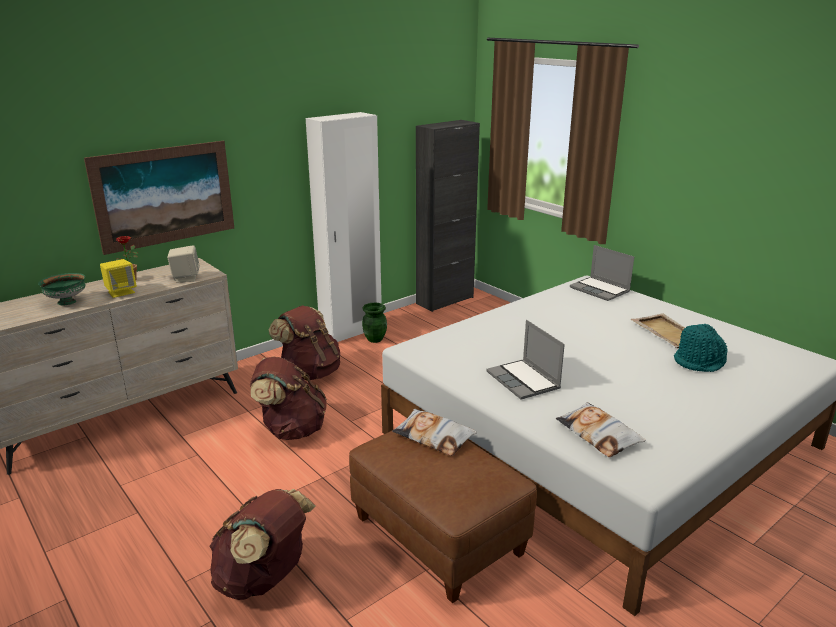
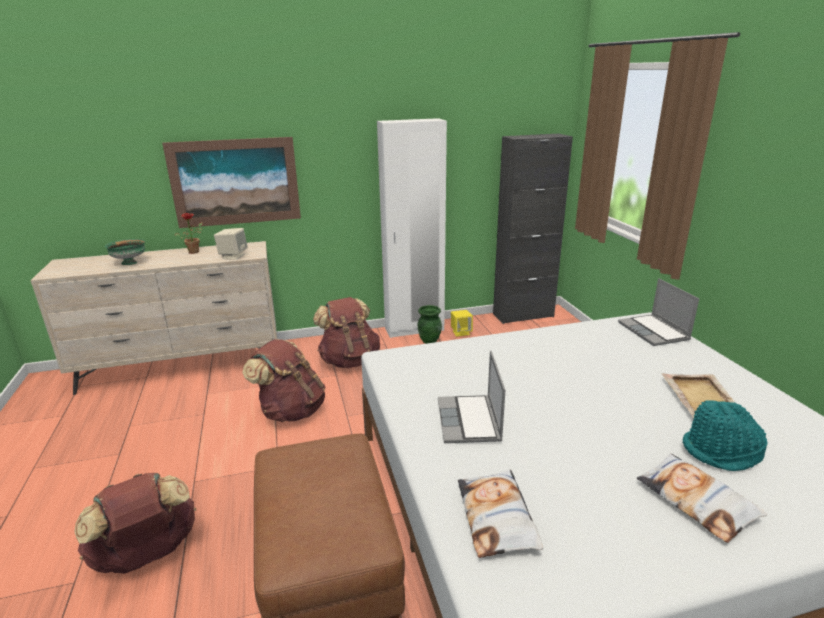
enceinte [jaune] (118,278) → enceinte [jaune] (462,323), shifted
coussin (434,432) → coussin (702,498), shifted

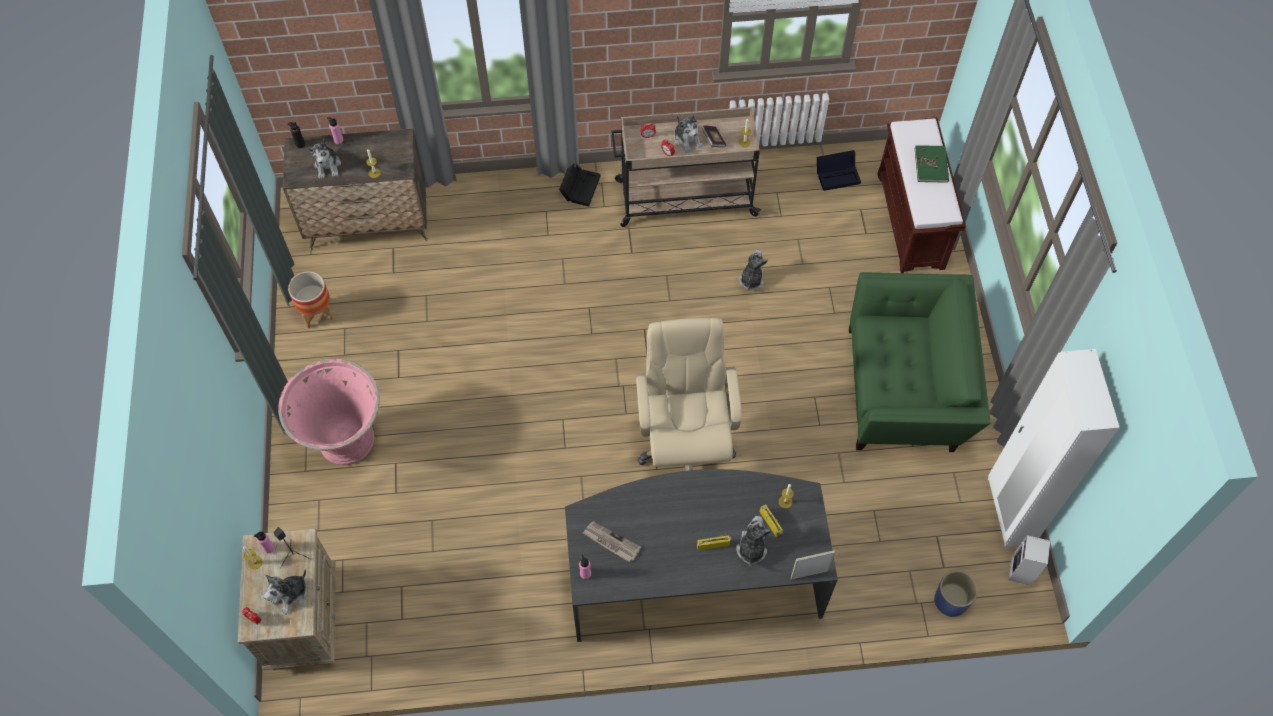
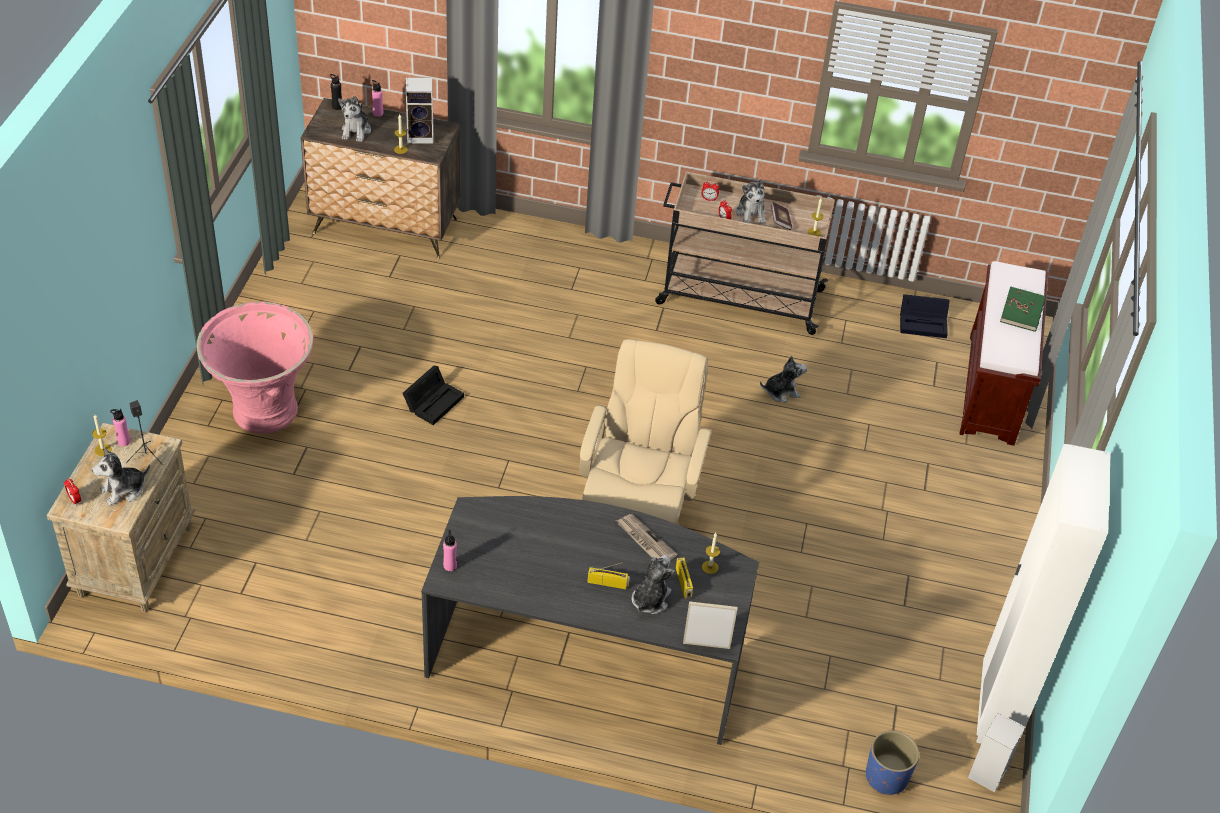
boîte de rangement [noir] (579,185) → boîte de rangement [noir] (433,395), shifted
- → enceinte (419,110)
journal (612,541) → journal (646,537), shifted
peluche (753,270) → peluche (783,379), 45 degrees clockwise
cache-pot (311,299) → -
fauteuil [vert] (919,362) → -

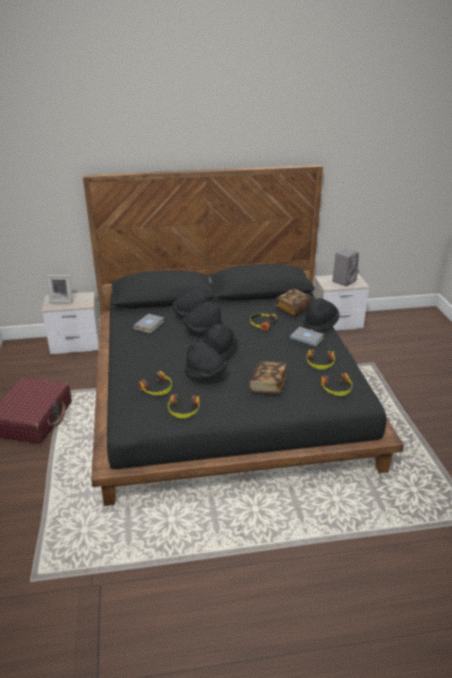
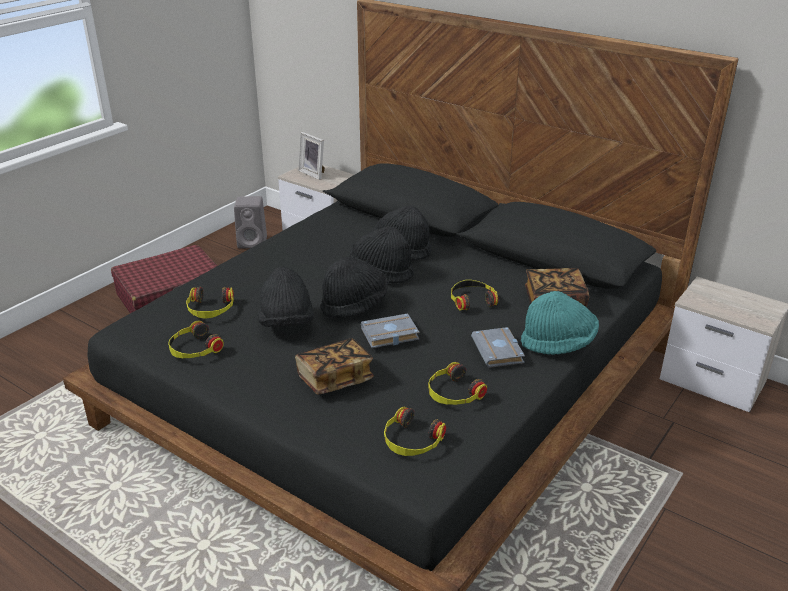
enceinte [gris] (345,267) → enceinte [gris] (250,222), shifted
livre [gris] (148,323) → livre [gris] (390,330), shifted
chapeau [noir] (322,315) → chapeau [turquoise] (560,323)

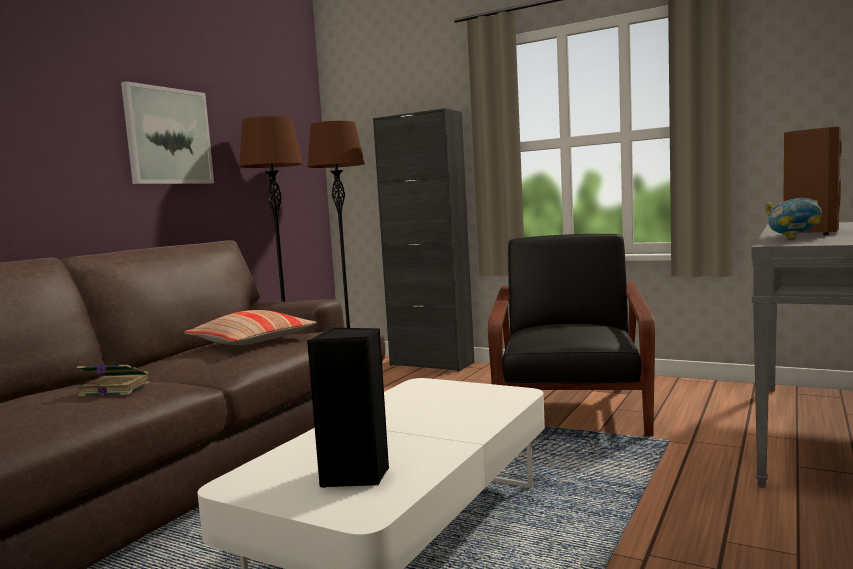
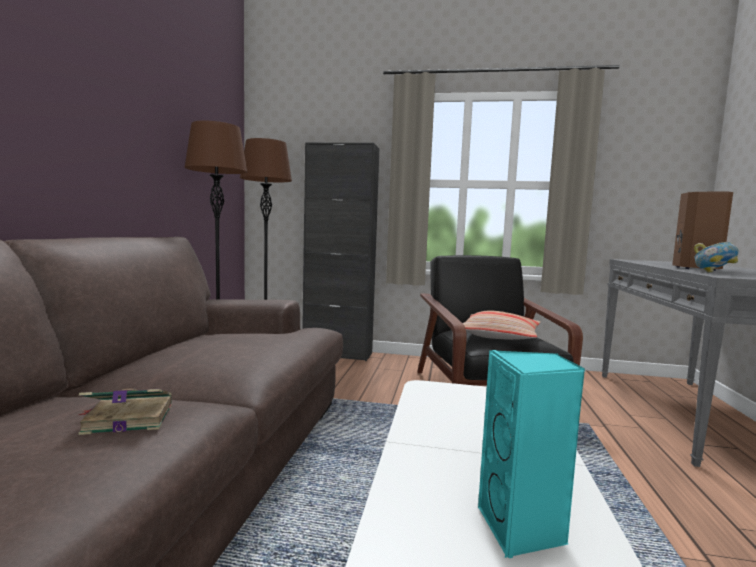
coussin (250,327) → coussin (502,325), shifted
enceinte [noir] (348,407) → enceinte [turquoise] (531,454)
tableau (167,132) → -

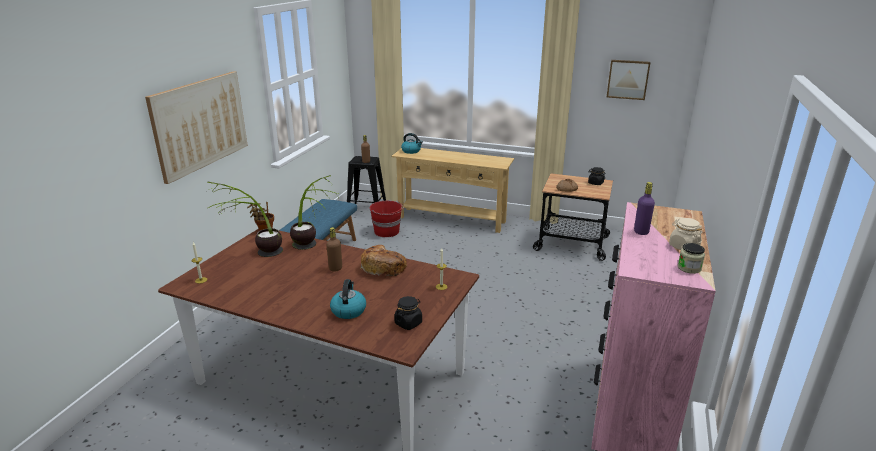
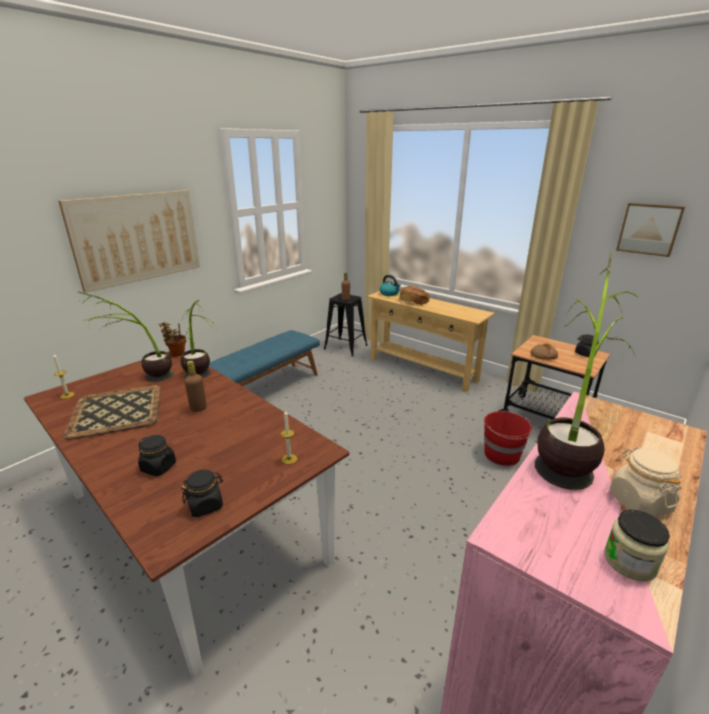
- → plateau (112,412)
bouilloire (348,299) → bocal [noir] (157,455)
pain (383,261) → pain (414,295), shifted
seau [rouge] (387,219) → seau [rouge] (509,438), shifted
bouteille [violet] (644,208) → plante en pot (586,371)

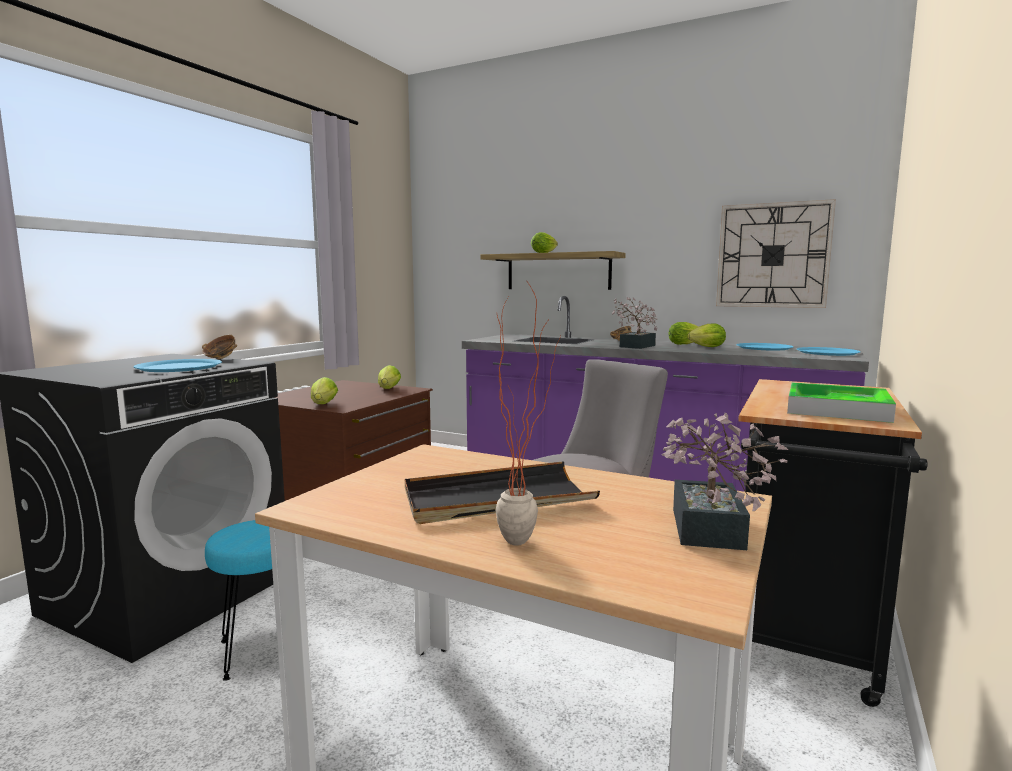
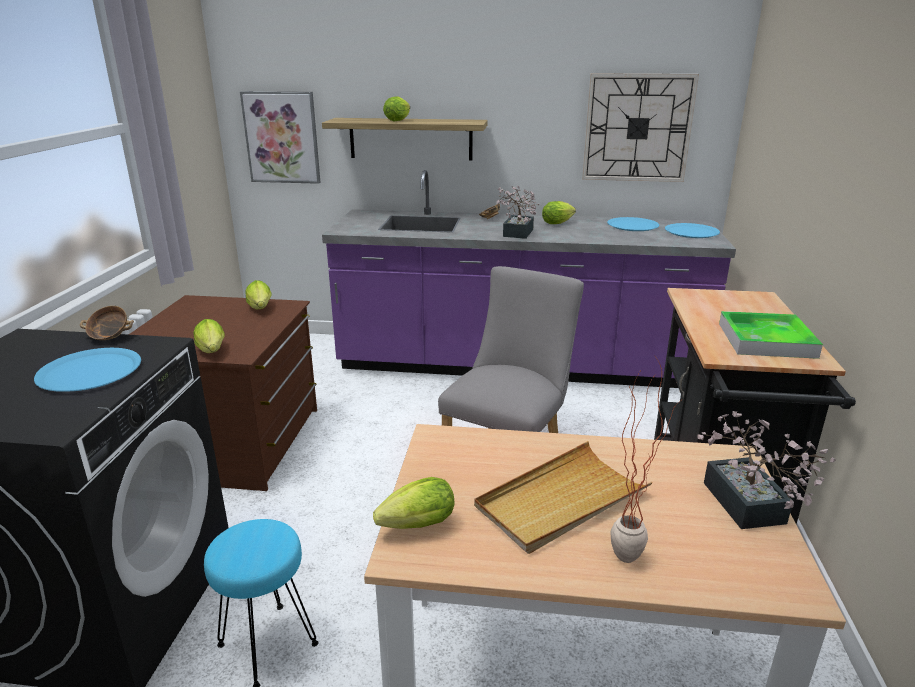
- → tableau (280,137)
laitue (706,335) → laitue (413,503), shifted
plateau [noir] (502,492) → plateau [beige] (563,497)

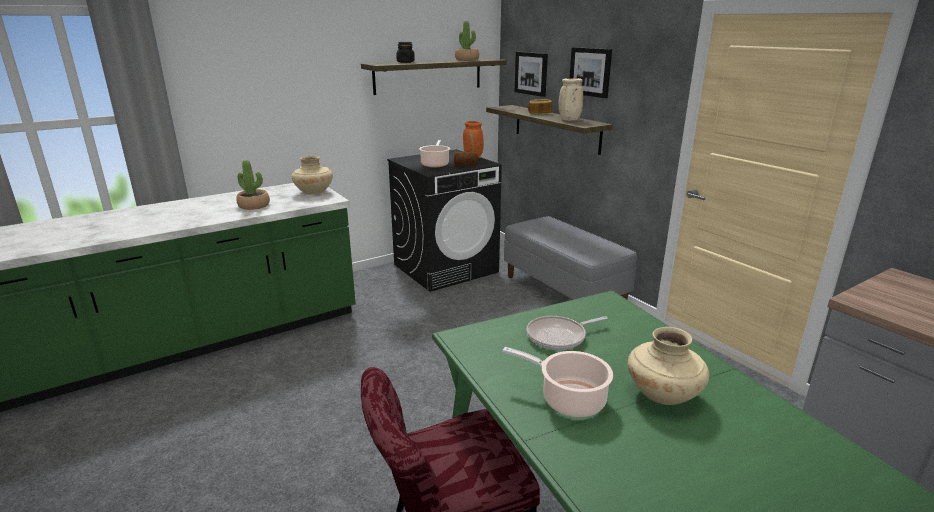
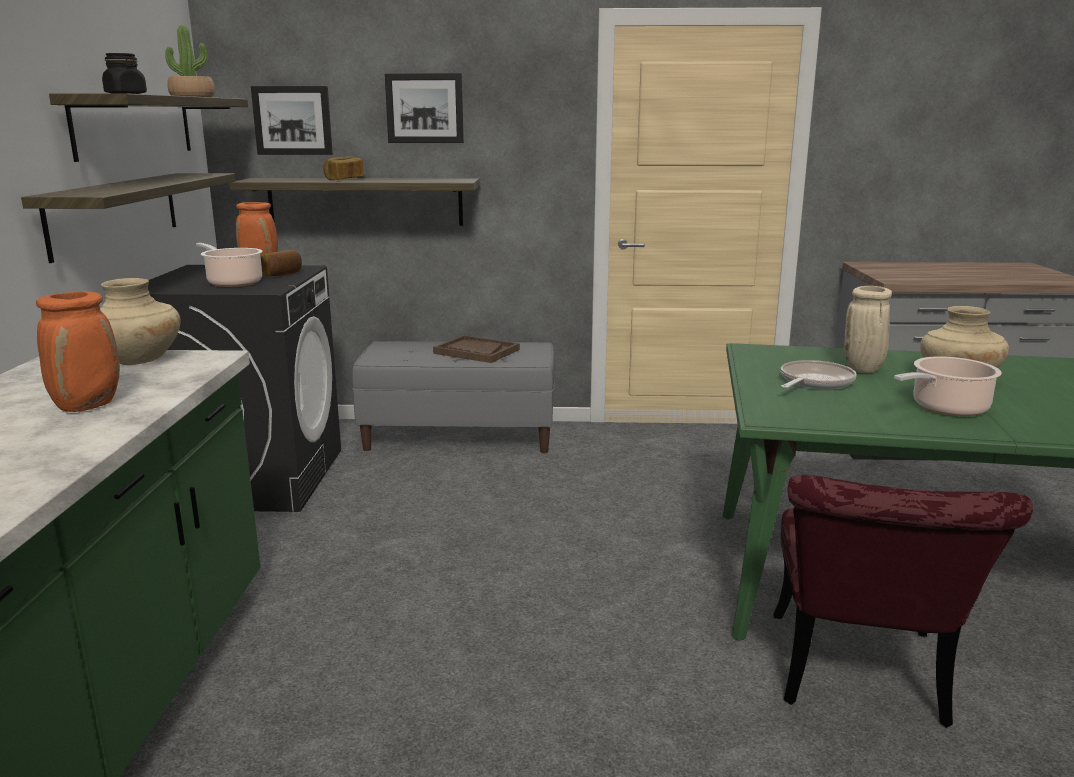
- → étagère (128,218)
plante en pot (253,185) → vase [orange] (78,351)
- → plateau [marron] (476,349)
poêle (567,333) → poêle (819,374), 150 degrees counterclockwise
vase [beige] (570,99) → vase [beige] (868,329), shifted

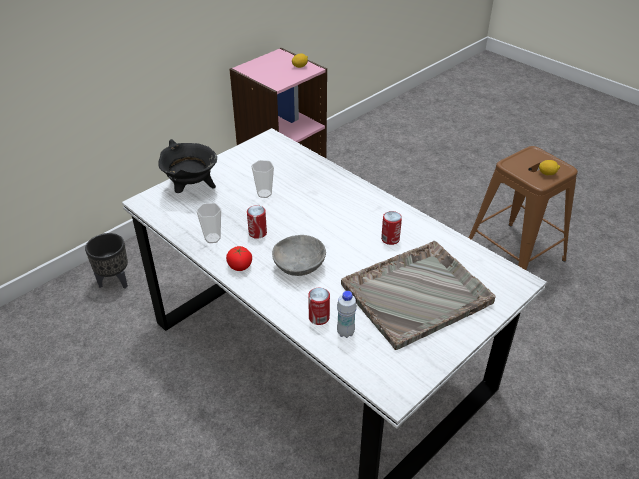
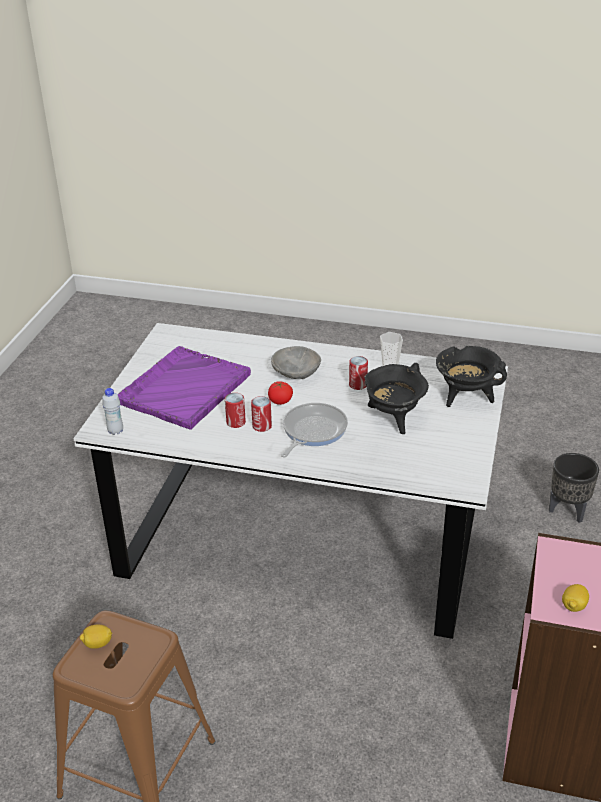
bouteille [blanc] (347,314) → bouteille [blanc] (112,411), shifted
plateau [gris] (418,295) → plateau [violet] (184,388)
boîte métallique (319,306) → boîte métallique (261,414), shifted
tomate (239,258) → tomate (280,393), shifted
- → poêle (314,430)
tasse (262,179) → marmite [noir] (396,398)

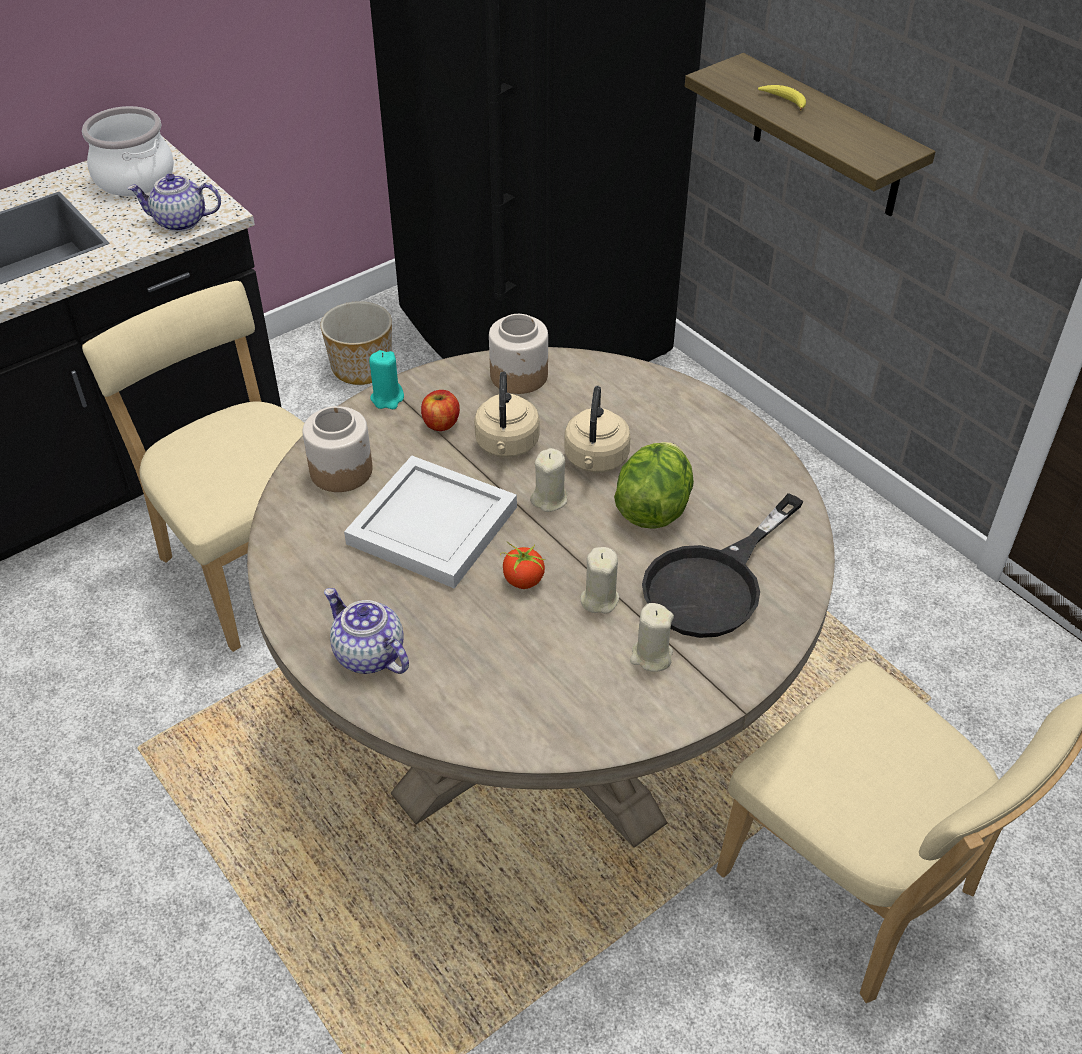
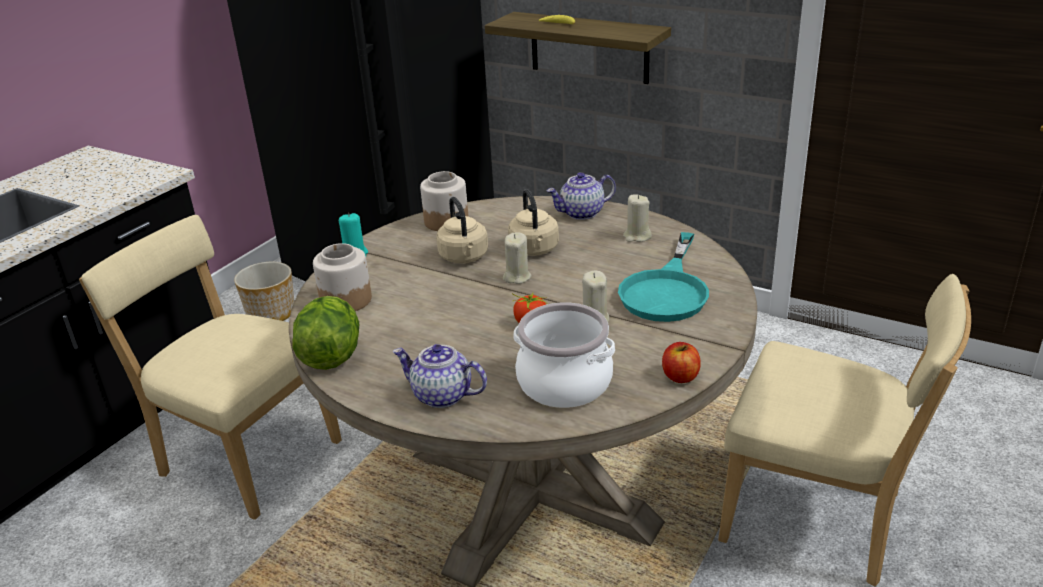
laitue (654,485) → laitue (325,333), shifted
marmite (128,151) → marmite (564,355), shifted
théière (174,202) → théière (581,196), shifted
poêle [noir] (723,565) → poêle [turquoise] (663,277)
bougie [beige] (652,637) → bougie [beige] (637,218), shifted
pomme (440,410) → pomme (681,362), shifted
plateau [blanc] (430,522) → -

